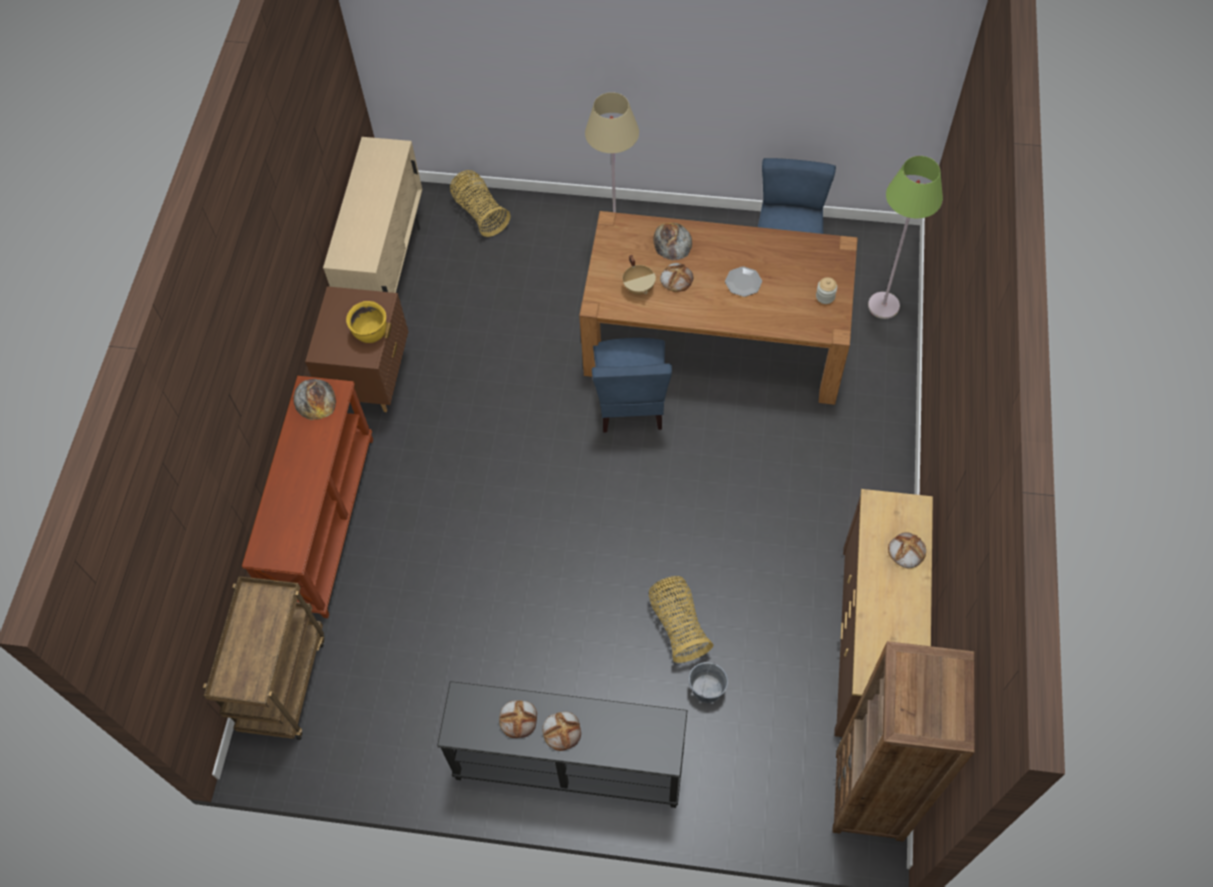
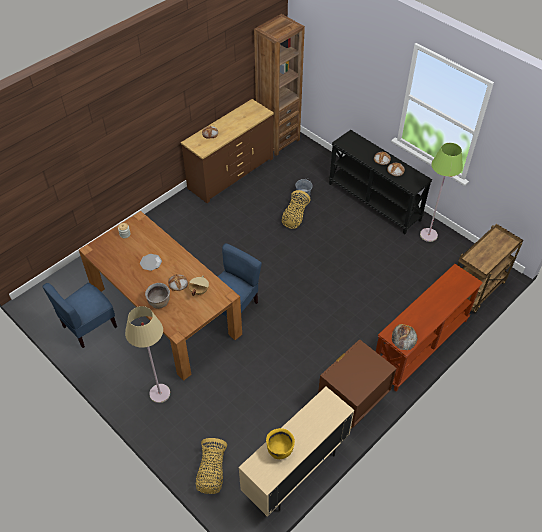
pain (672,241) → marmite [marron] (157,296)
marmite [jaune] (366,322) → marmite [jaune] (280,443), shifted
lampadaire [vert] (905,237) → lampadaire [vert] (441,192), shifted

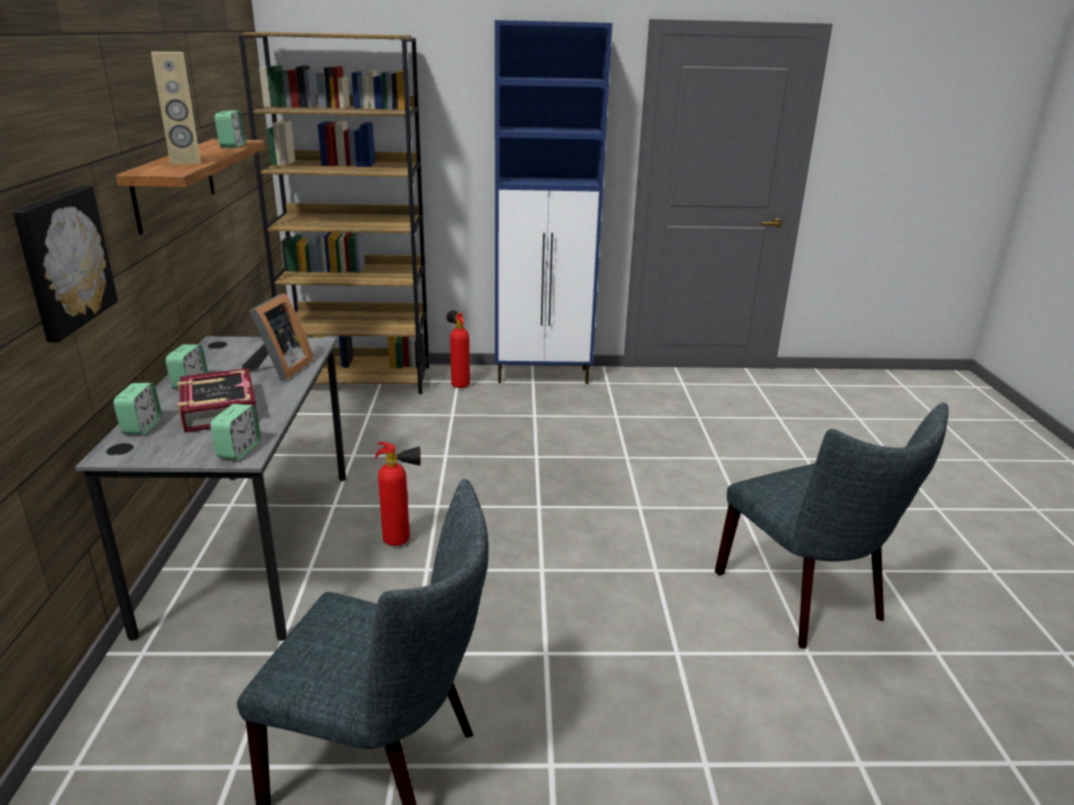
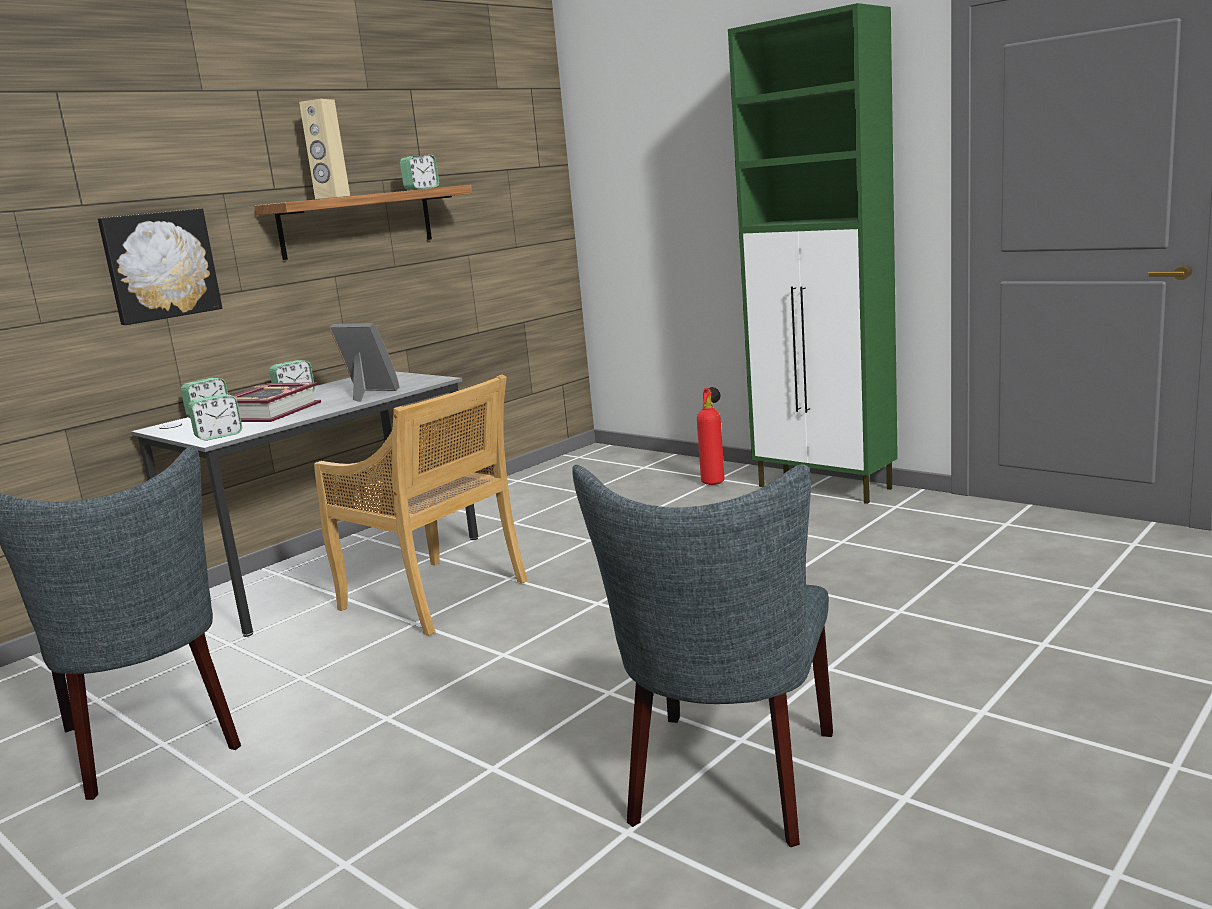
extincteur (398,494) → chaise [beige] (421,505)
cadre photo (278,337) → cadre photo (364,362), 120 degrees counterclockwise
meuble de rangement [bleu] (553,202) → meuble de rangement [vert] (813,253)
bibliothèque [marron] (333,213) → -

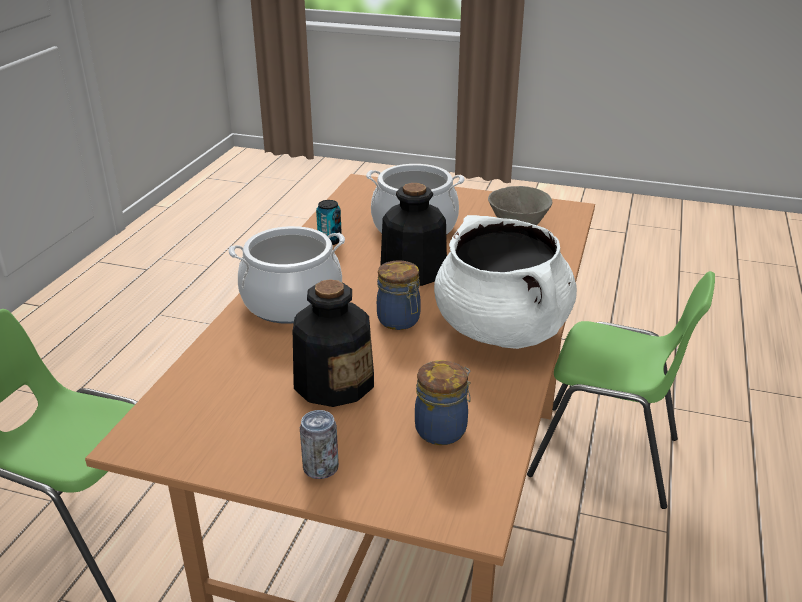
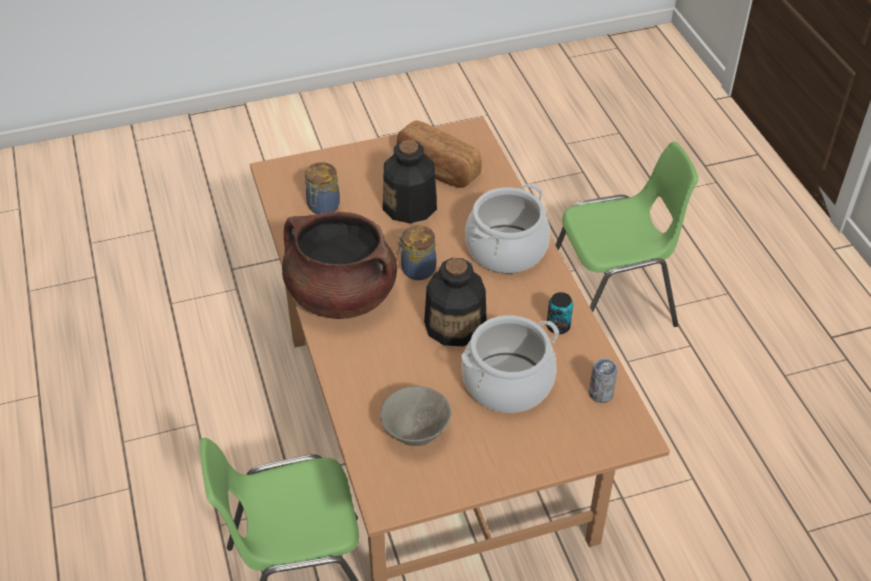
marmite [blanc] (505,282) → marmite [marron] (339,265)
- → pain (439,154)
boîte métallique (319,444) → boîte métallique (603,380), shifted

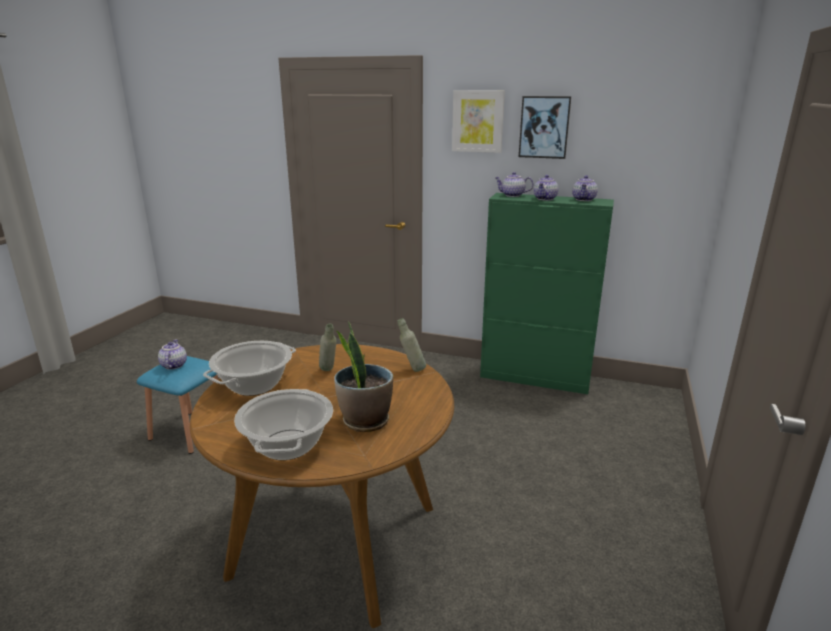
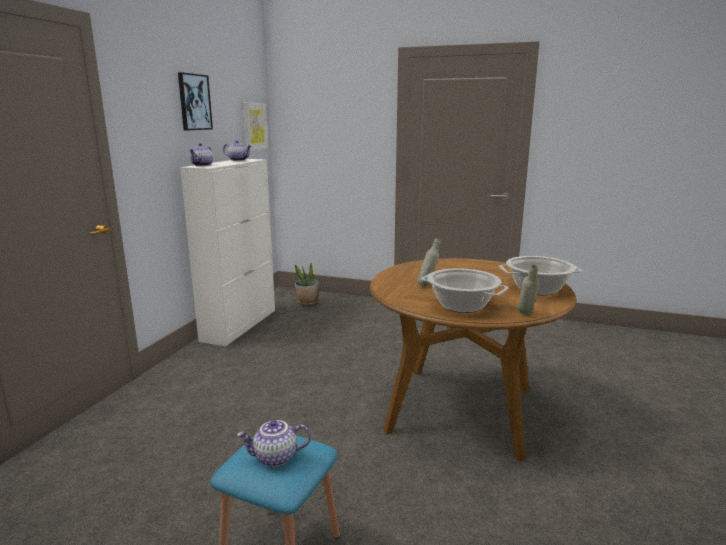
meuble de rangement [vert] (547,293) → meuble de rangement [blanc] (227,252)
tableau (478,121) → tableau (255,127), shifted
plante en pot (363,376) → plante en pot (307,284), shifted
bouteille [gris] (412,345) → bouteille [gris] (528,290), shifted
théière (546,188) → -

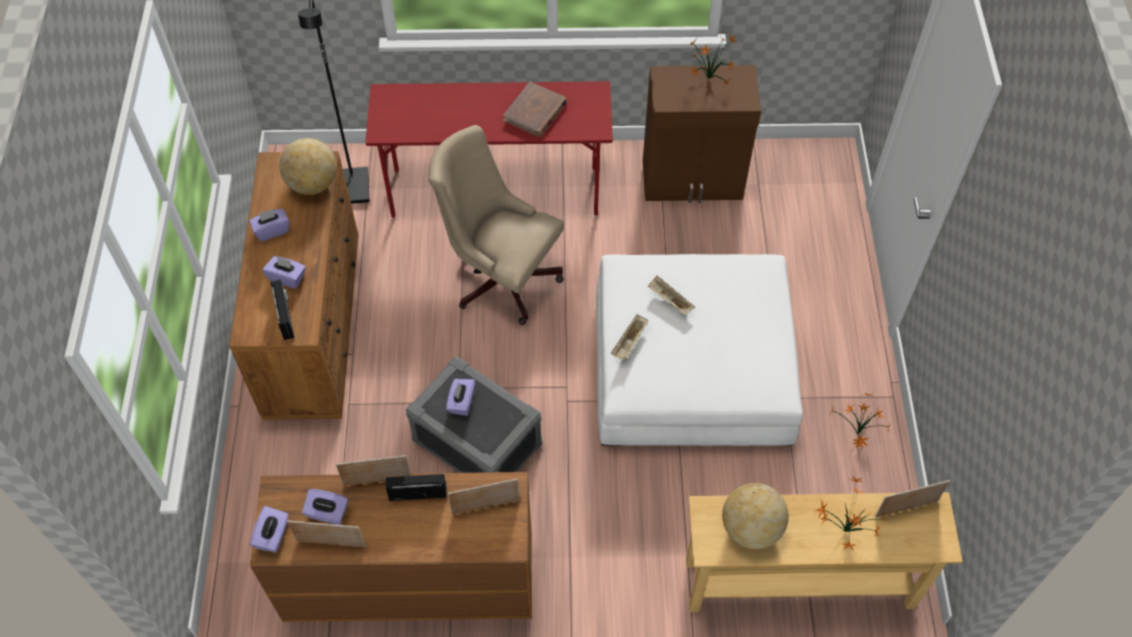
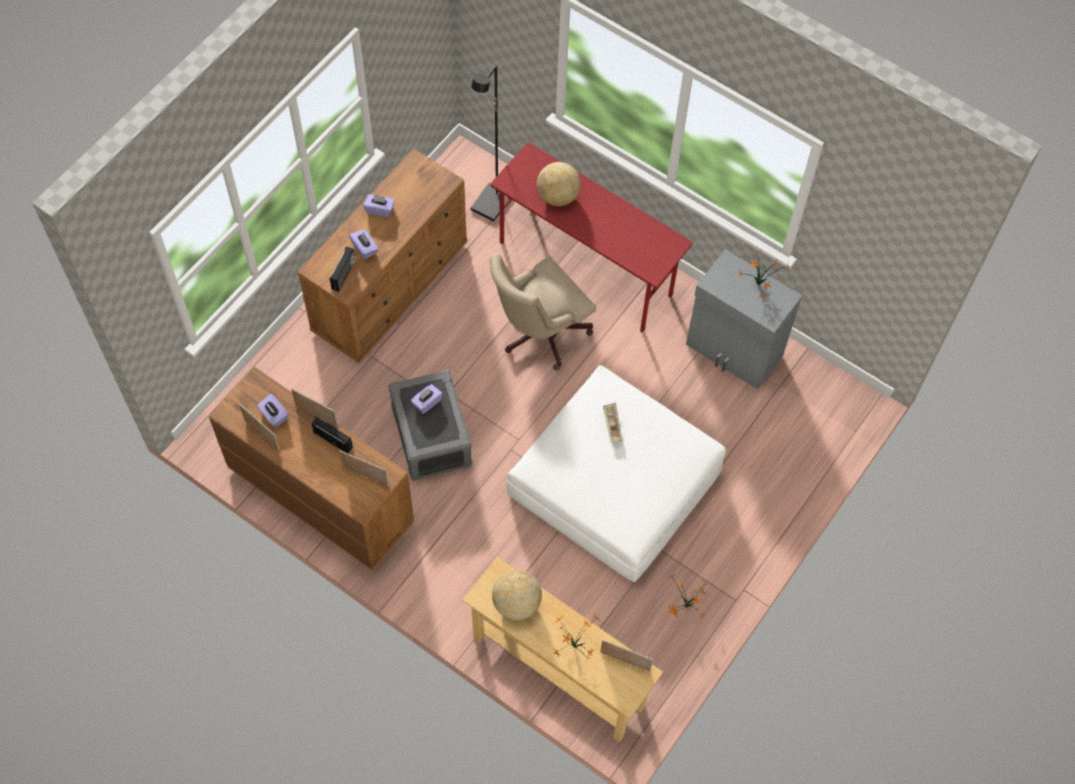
chaise de bureau [beige] (496,225) → chaise de bureau [beige] (542,311), 105 degrees counterclockwise
globe (308,166) → globe (558,184), shifted
meuble de rangement [marron] (702,134) → meuble de rangement [gris] (744,319)
boîte à mouchoirs [violet] (269,529) → -
livre [marron] (535,109) → -
plateau [beige] (629,336) → -

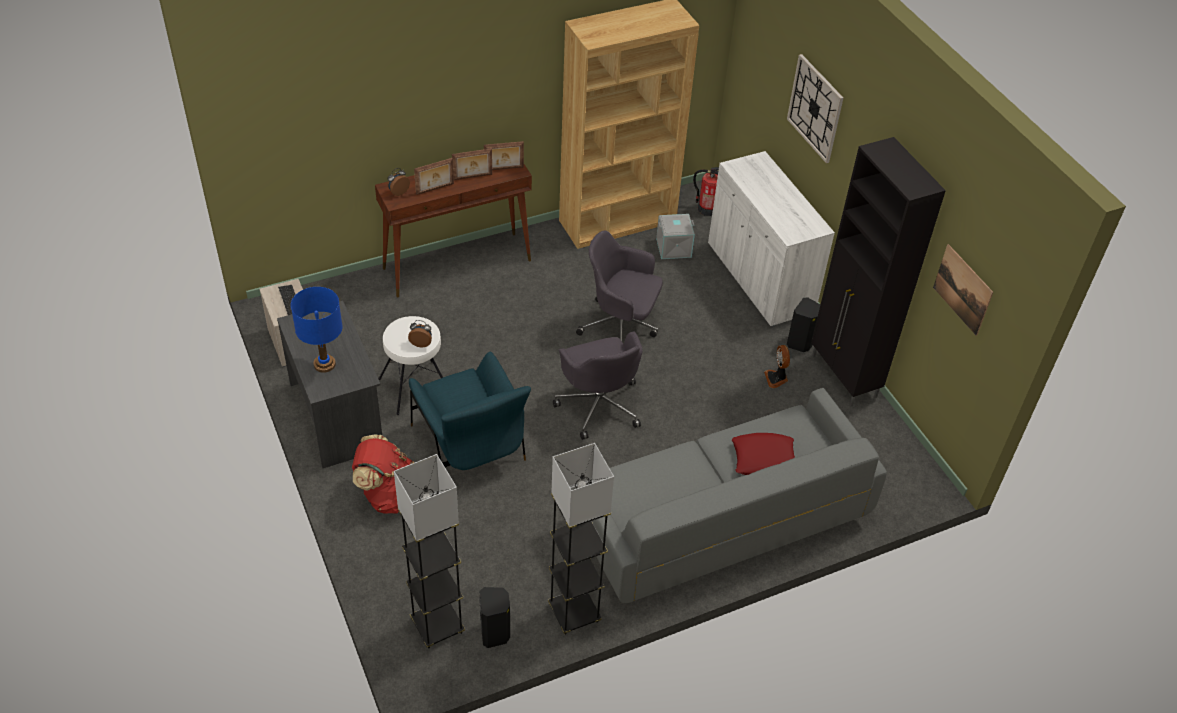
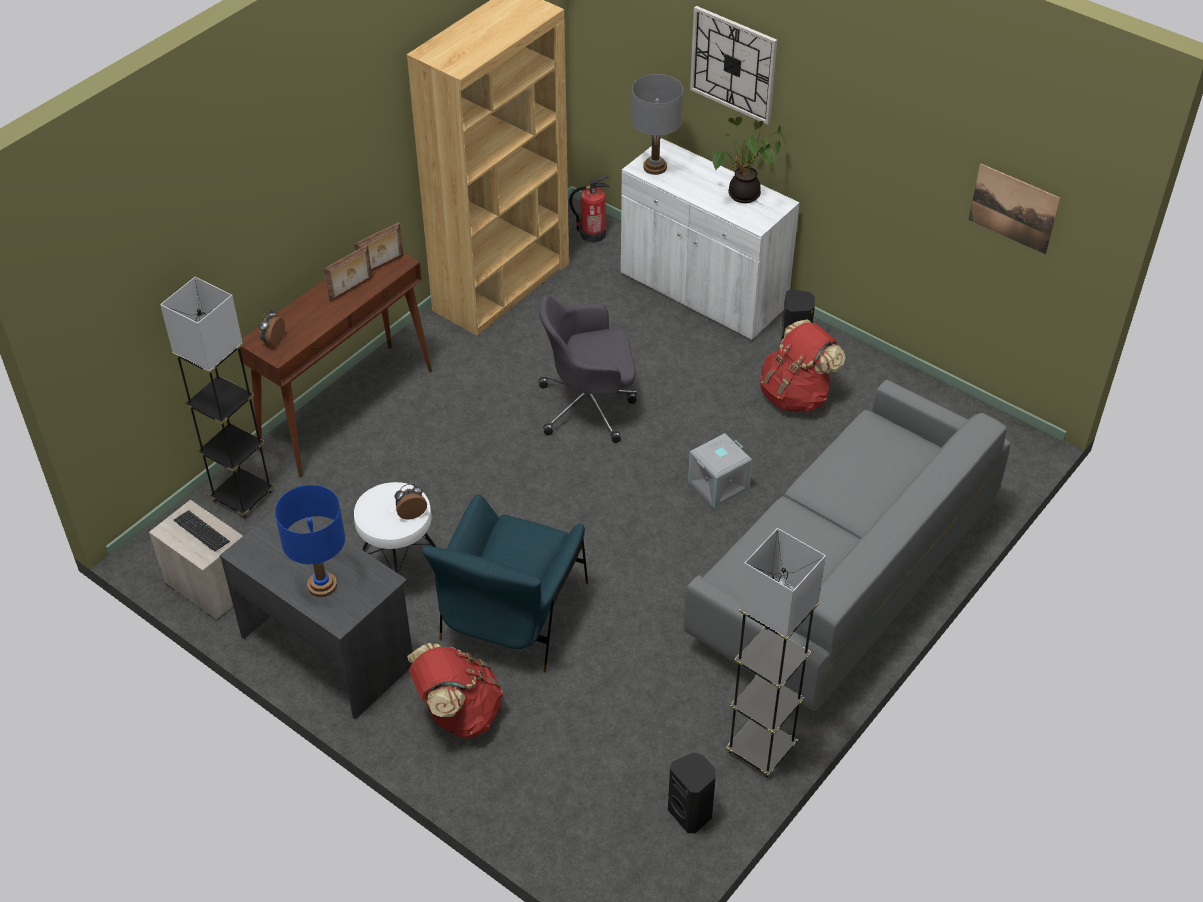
lampadaire [gris] (429,551) → lampadaire [gris] (217,397), shifted
fauteuil [bleu] (470,411) → fauteuil [bleu] (505,583), 75 degrees clockwise
- → lampe de table [gris] (657,124)
boîte de rangement [gris] (675,236) → boîte de rangement [gris] (720,470), shifted
- → plante en pot (748,159)
ventilateur (777,366) → sac à dos [rouge] (803,365)
cadre photo (434,176) → -
chaise de bureau [gris] (598,385) → -
coussin [rouge] (763,454) → -
meuble de rangement [noir] (878,271) → -

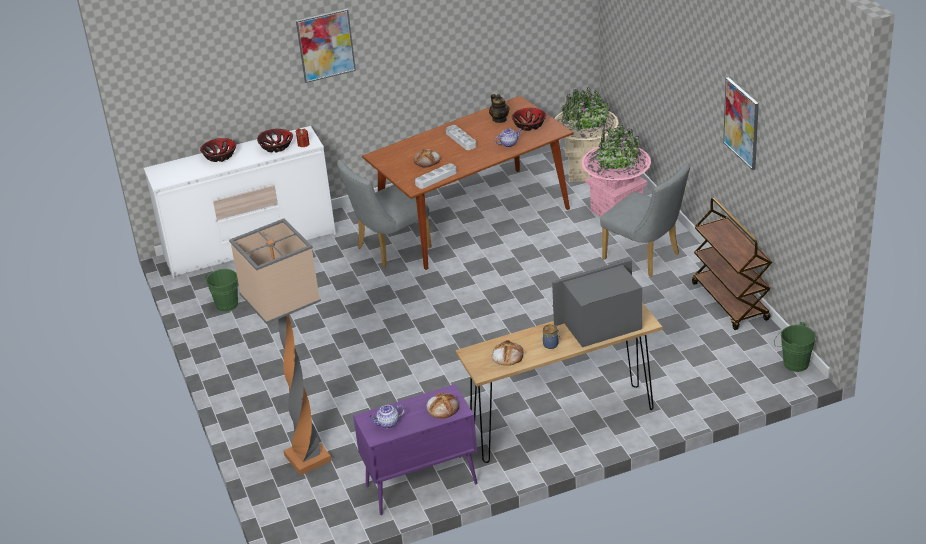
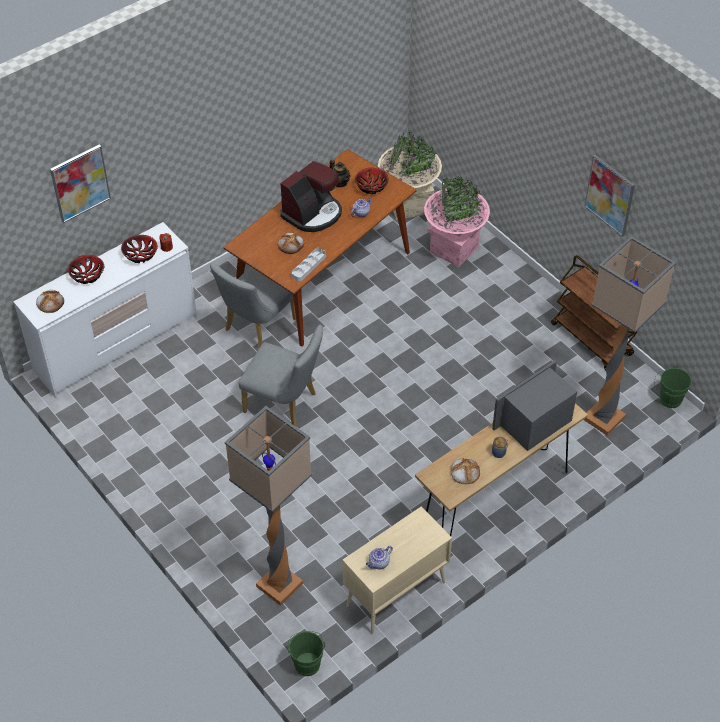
pain (442,406) → pain (50,301), shifted
tableau (326,46) → tableau (80,184), shifted
chaise [gris] (645,220) → chaise [gris] (281,376), shifted
plateau [gris] (461,137) → machine à café (311,196)
seau [vert] (221,290) → seau [vert] (306,653), shifted
meuble de rangement [violet] (415,449) → meuble de rangement [beige] (397,570)
- → lampadaire (630,336)

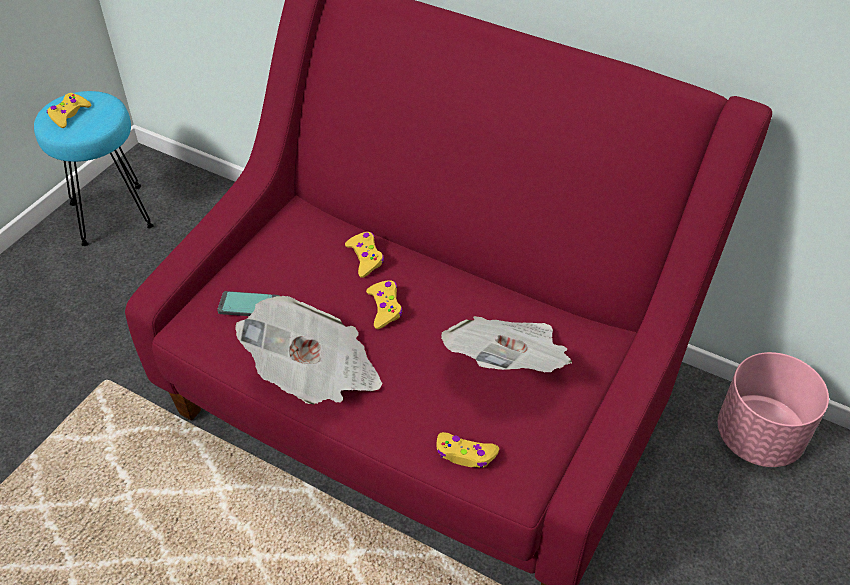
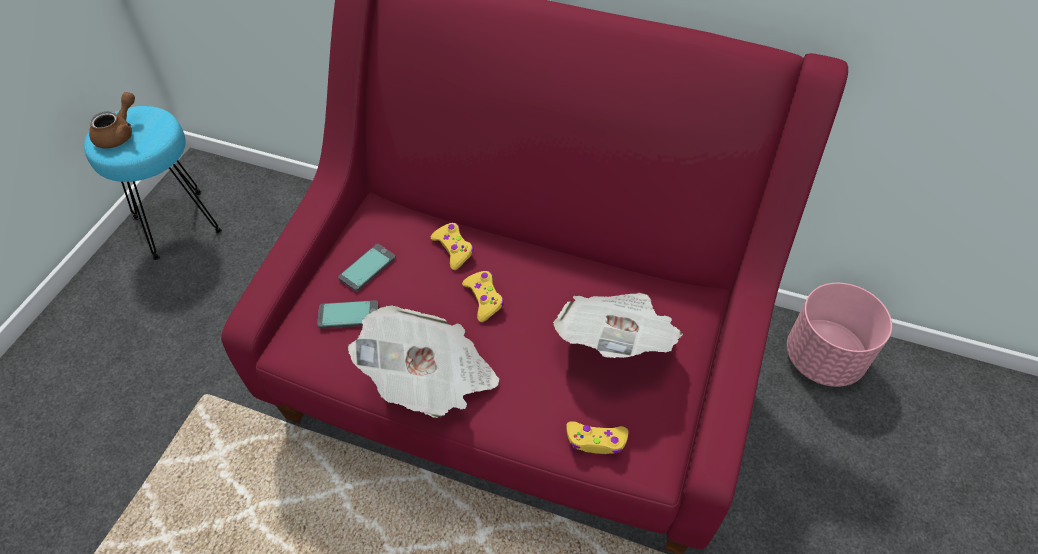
manette [jaune] (69,110) → théière [marron] (112,120)
- → téléphone (367,268)

